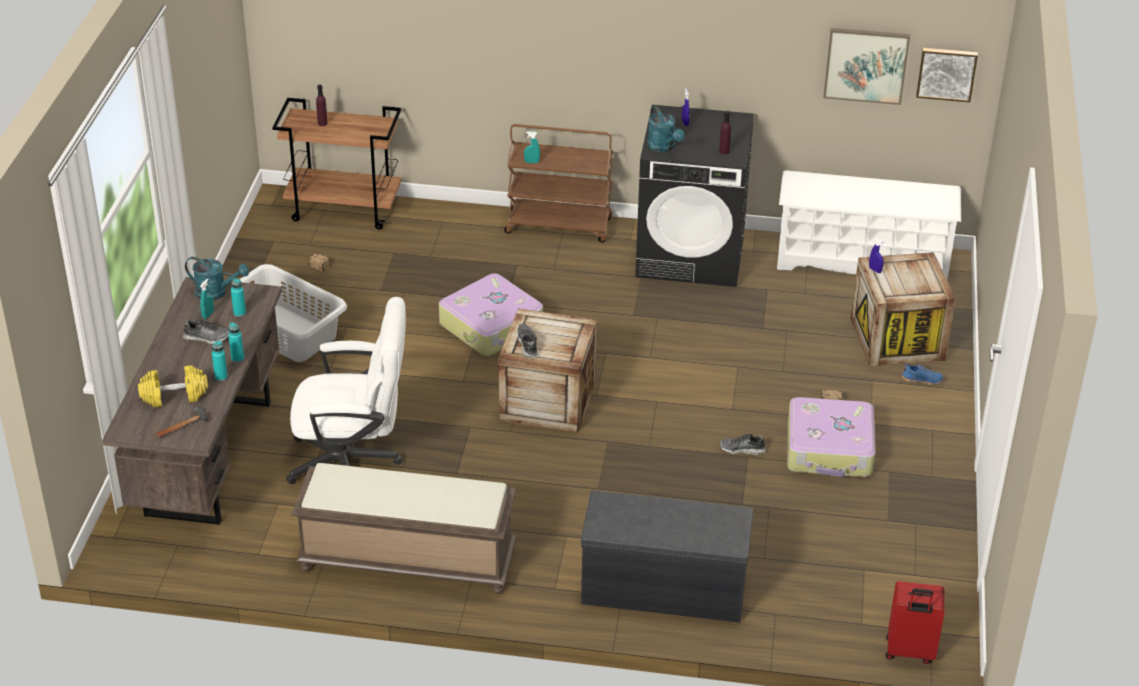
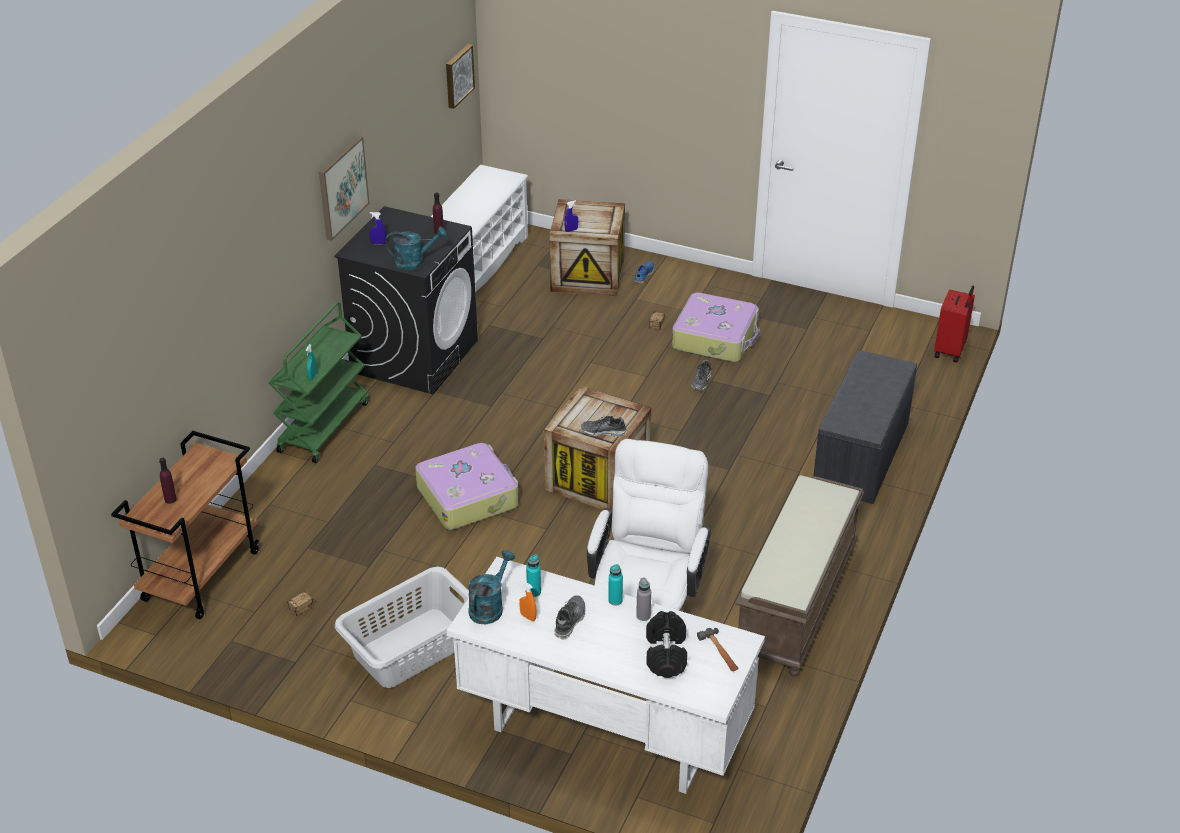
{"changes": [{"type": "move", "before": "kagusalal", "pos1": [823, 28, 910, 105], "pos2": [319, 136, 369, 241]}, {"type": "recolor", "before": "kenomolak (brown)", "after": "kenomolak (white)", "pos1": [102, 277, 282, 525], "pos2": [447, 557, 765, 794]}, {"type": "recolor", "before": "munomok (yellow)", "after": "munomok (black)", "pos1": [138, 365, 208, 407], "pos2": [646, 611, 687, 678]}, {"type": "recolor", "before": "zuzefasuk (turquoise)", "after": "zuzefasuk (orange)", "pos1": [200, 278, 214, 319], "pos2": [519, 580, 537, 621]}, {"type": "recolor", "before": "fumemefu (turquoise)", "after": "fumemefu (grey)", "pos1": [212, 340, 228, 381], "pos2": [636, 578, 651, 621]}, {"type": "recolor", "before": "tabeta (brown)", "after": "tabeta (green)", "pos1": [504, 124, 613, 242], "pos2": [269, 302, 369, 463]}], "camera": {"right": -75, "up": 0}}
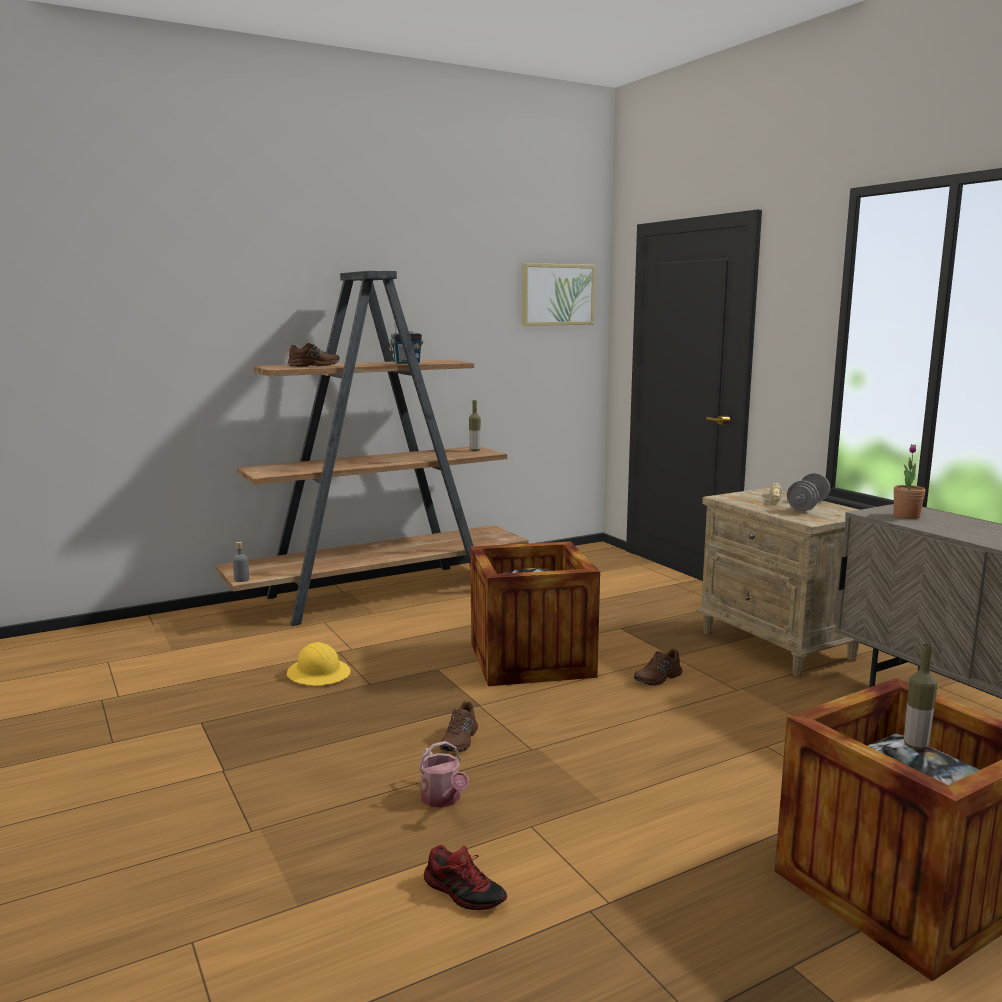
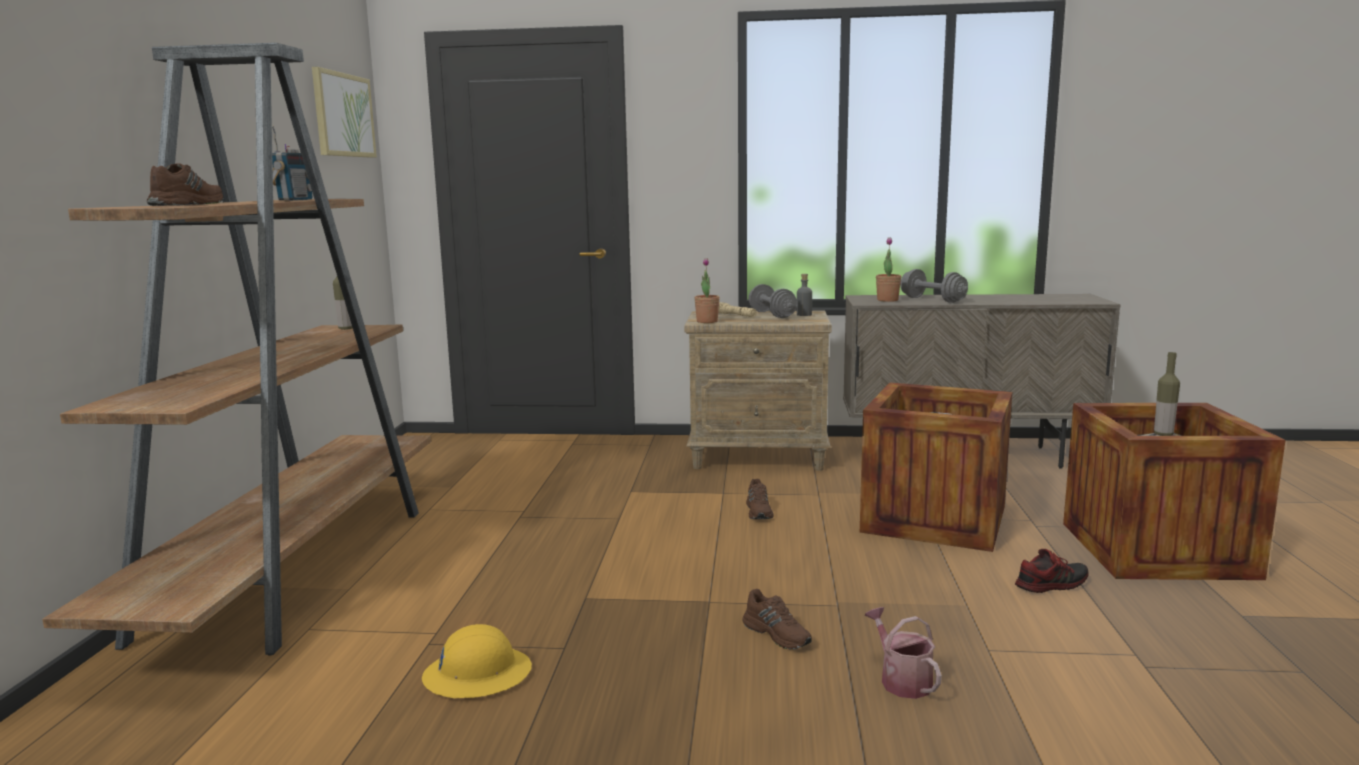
{"changes": [{"type": "insert", "after": "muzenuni", "pos2": [694, 258, 720, 323]}, {"type": "insert", "after": "munomok (grey)", "pos2": [900, 269, 968, 303]}, {"type": "move", "before": "fumemefu (grey)", "pos1": [233, 542, 249, 582], "pos2": [797, 274, 812, 316]}, {"type": "move", "before": "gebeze", "pos1": [424, 845, 507, 910], "pos2": [1015, 549, 1088, 593]}, {"type": "move", "before": "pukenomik", "pos1": [470, 541, 600, 686], "pos2": [860, 383, 1012, 552]}, {"type": "rotate", "before": "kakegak", "pos1": [419, 741, 469, 808], "pos2": [865, 607, 942, 699], "turn": -120}], "camera": {"right": -55, "up": 0}}
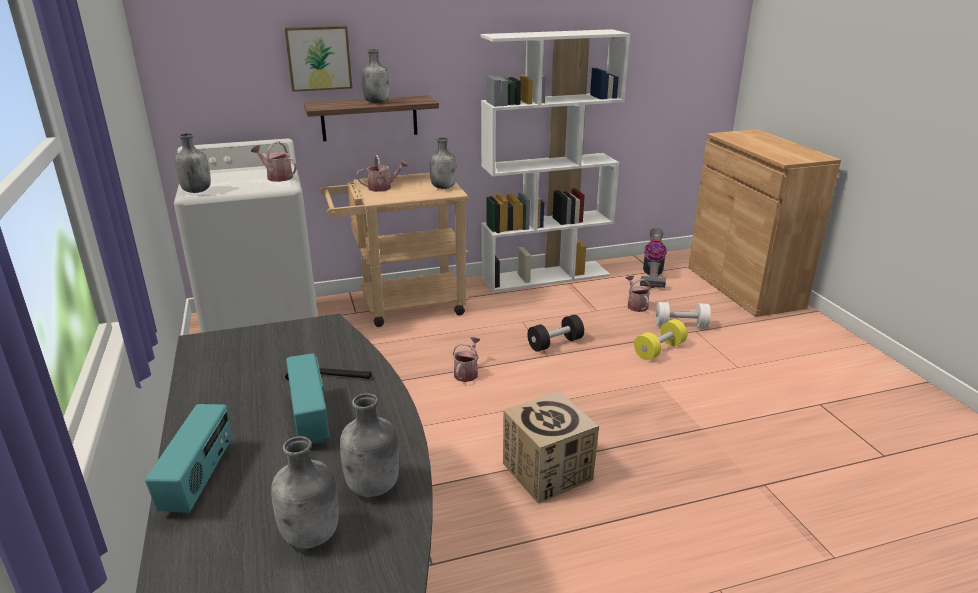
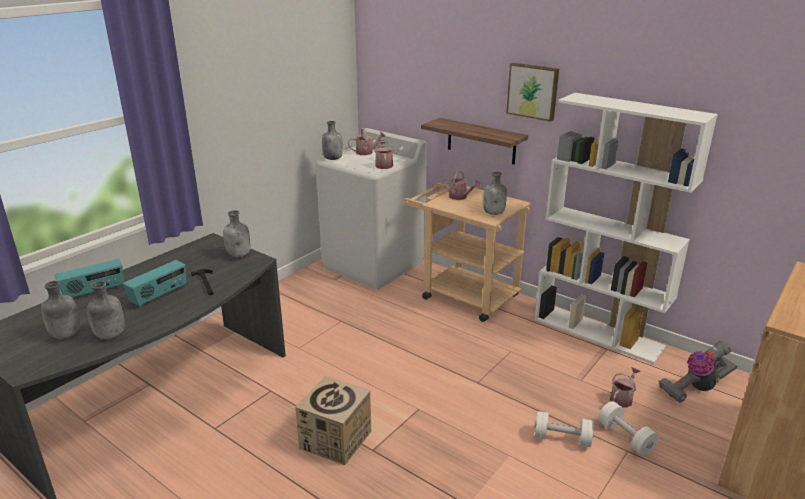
{"changes": [{"type": "delete", "before": "munomok (black)", "pos1": [527, 315, 584, 352]}, {"type": "move", "before": "kagusalal", "pos1": [285, 26, 352, 92], "pos2": [506, 63, 559, 122]}, {"type": "move", "before": "fumemefu (grey)", "pos1": [361, 49, 389, 103], "pos2": [223, 210, 250, 258]}, {"type": "move", "before": "kakegak", "pos1": [452, 337, 481, 382], "pos2": [348, 128, 386, 155]}, {"type": "recolor", "before": "munomok (yellow)", "after": "munomok (white)", "pos1": [634, 319, 687, 360], "pos2": [535, 411, 594, 447]}], "camera": {"right": 55, "up": 0}}
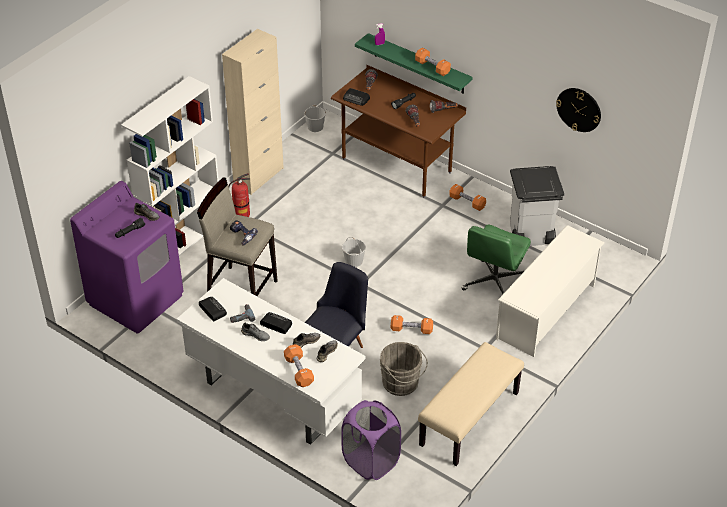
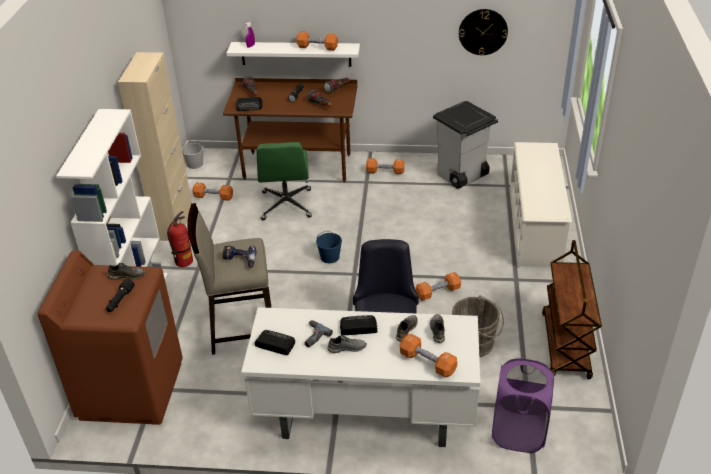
{"changes": [{"type": "insert", "after": "munomok (orange)", "pos2": [192, 182, 233, 201]}, {"type": "move", "before": "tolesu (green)", "pos1": [461, 225, 531, 294], "pos2": [257, 142, 312, 220]}, {"type": "replace", "before": "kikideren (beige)", "after": "tabeta (brown)", "pos1": [418, 342, 524, 466], "pos2": [542, 240, 602, 379]}, {"type": "recolor", "before": "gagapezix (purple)", "after": "gagapezix (brown)", "pos1": [70, 181, 184, 334], "pos2": [38, 250, 183, 425]}, {"type": "recolor", "before": "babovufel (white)", "after": "babovufel (blue)", "pos1": [342, 237, 366, 267], "pos2": [316, 231, 342, 263]}, {"type": "recolor", "before": "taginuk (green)", "after": "taginuk (white)", "pos1": [355, 33, 473, 94], "pos2": [226, 42, 360, 66]}], "camera": {"right": -30, "up": -5}}
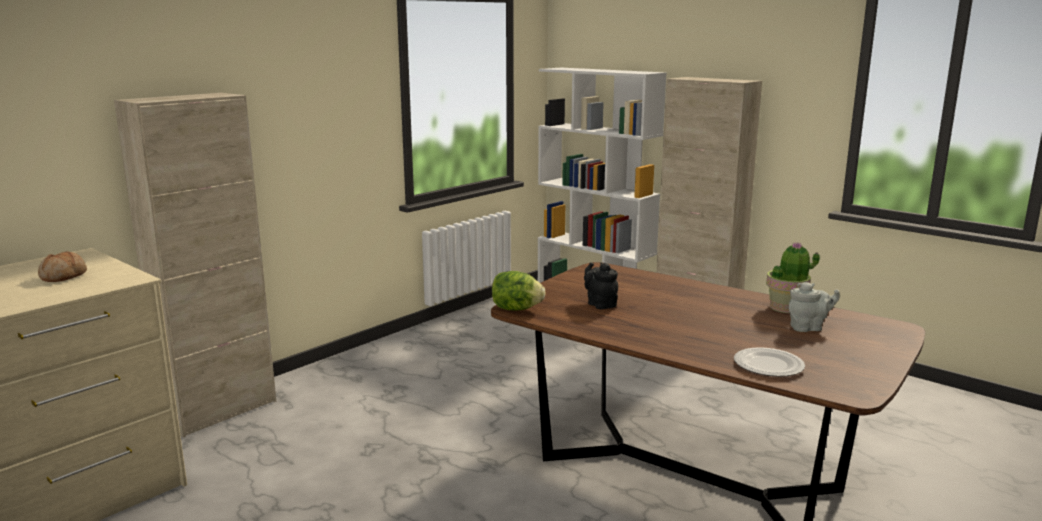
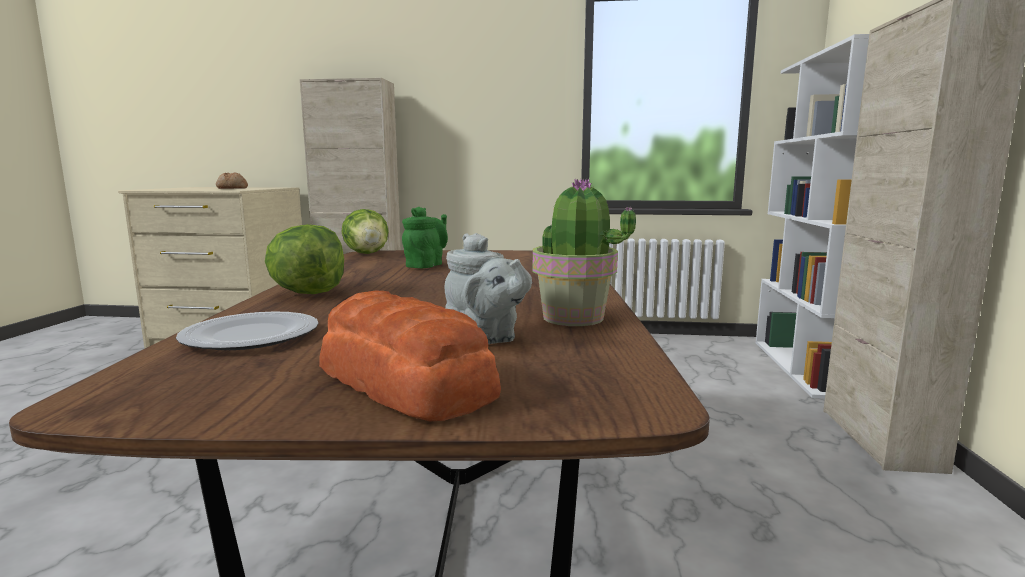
{"changes": [{"type": "insert", "after": "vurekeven", "pos2": [265, 224, 344, 294]}, {"type": "insert", "after": "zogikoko", "pos2": [319, 291, 501, 421]}, {"type": "recolor", "before": "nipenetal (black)", "after": "nipenetal (green)", "pos1": [584, 262, 618, 309], "pos2": [402, 207, 448, 268]}], "camera": {"right": 55, "up": -5}}
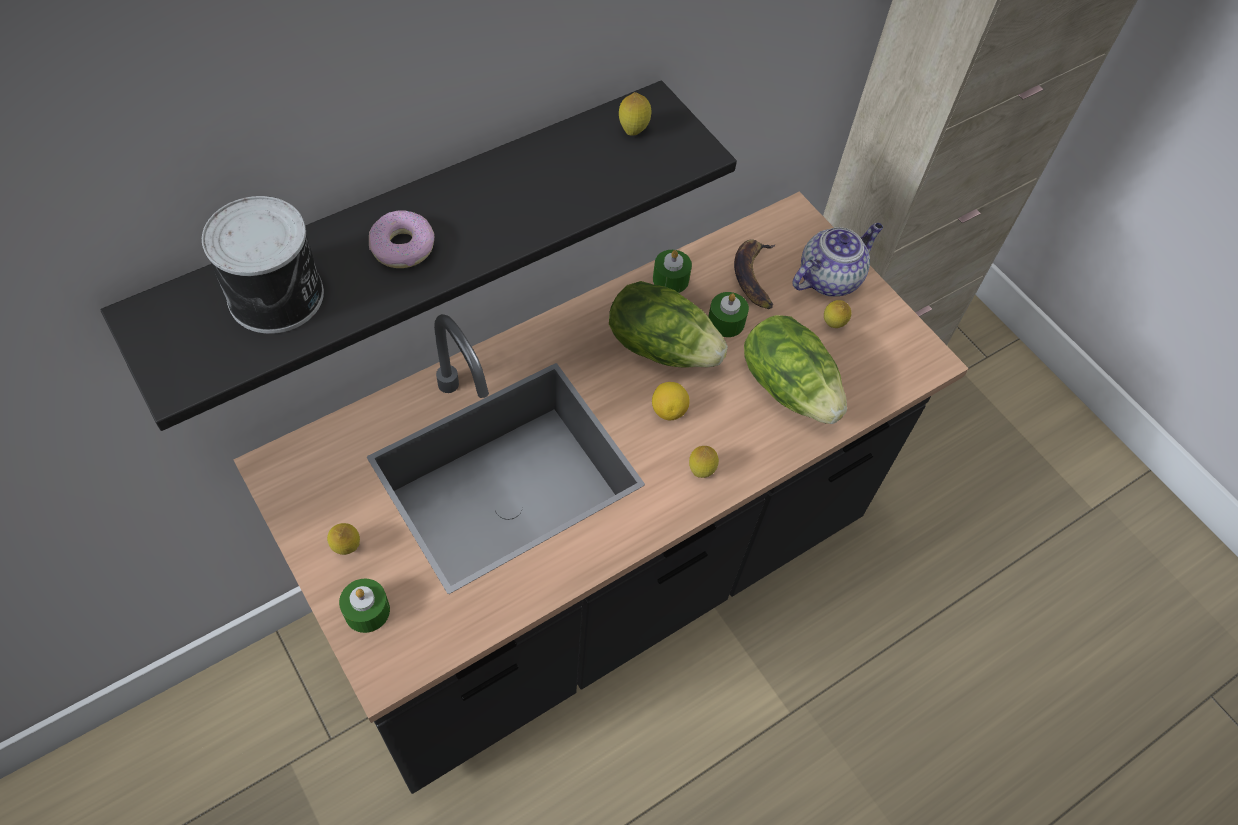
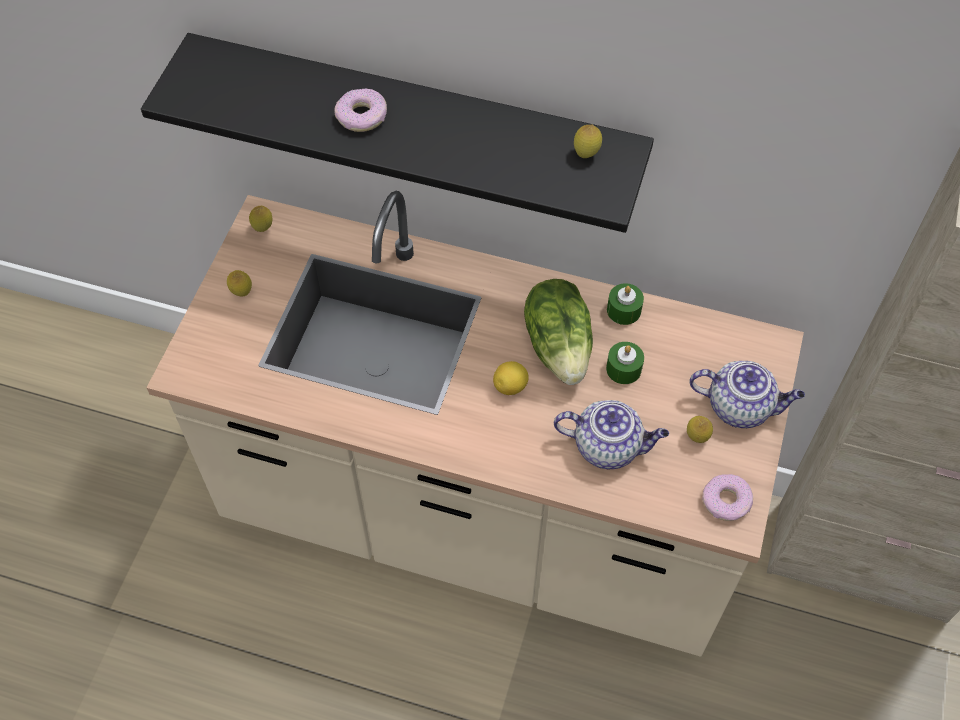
{"changes": [{"type": "delete", "before": "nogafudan", "pos1": [202, 196, 324, 334]}, {"type": "delete", "before": "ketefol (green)", "pos1": [339, 579, 390, 633]}, {"type": "delete", "before": "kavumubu", "pos1": [734, 239, 775, 309]}, {"type": "insert", "after": "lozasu", "pos2": [702, 474, 753, 521]}, {"type": "move", "before": "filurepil", "pos1": [689, 446, 719, 478], "pos2": [249, 206, 272, 232]}, {"type": "replace", "before": "vurekeven", "after": "nipenetal", "pos1": [744, 315, 847, 424], "pos2": [554, 400, 669, 469]}, {"type": "recolor", "before": "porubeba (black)", "after": "porubeba (beige)", "pos1": [233, 192, 969, 794], "pos2": [146, 191, 804, 657]}], "camera": {"right": 55, "up": 0}}
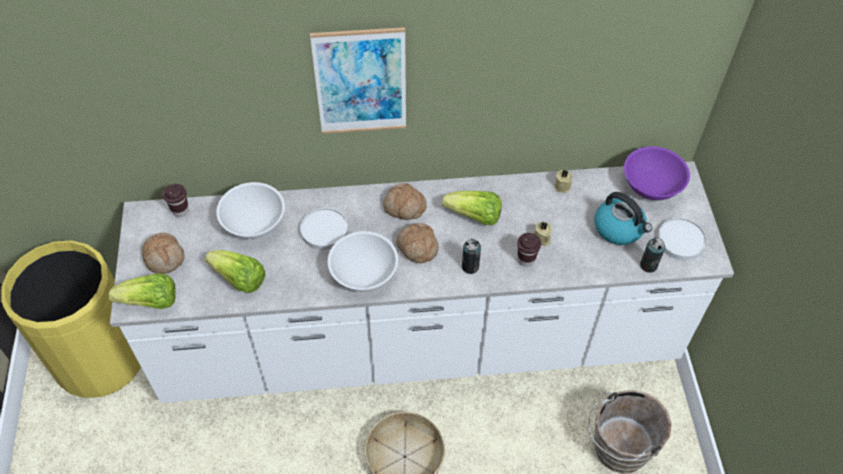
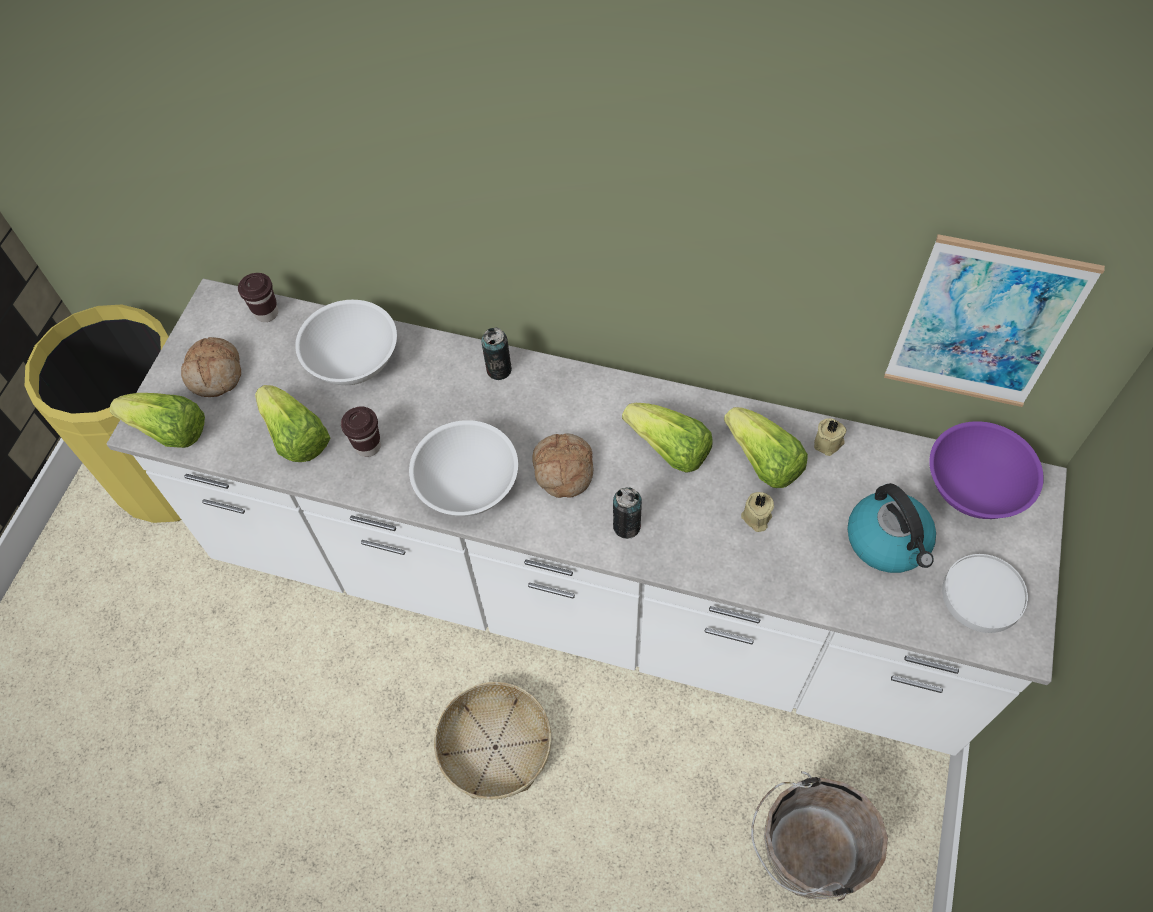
{"changes": [{"type": "delete", "before": "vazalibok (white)", "pos1": [300, 208, 348, 250]}, {"type": "delete", "before": "zogikoko", "pos1": [383, 183, 427, 220]}, {"type": "insert", "after": "vurekeven", "pos2": [724, 407, 808, 488]}, {"type": "move", "before": "kagusalal", "pos1": [310, 27, 406, 134], "pos2": [884, 234, 1105, 407]}, {"type": "move", "before": "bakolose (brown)", "pos1": [517, 233, 541, 267], "pos2": [341, 407, 381, 457]}, {"type": "move", "before": "nogafudan", "pos1": [640, 237, 665, 273], "pos2": [481, 328, 512, 380]}], "camera": {"right": 25, "up": 5}}
